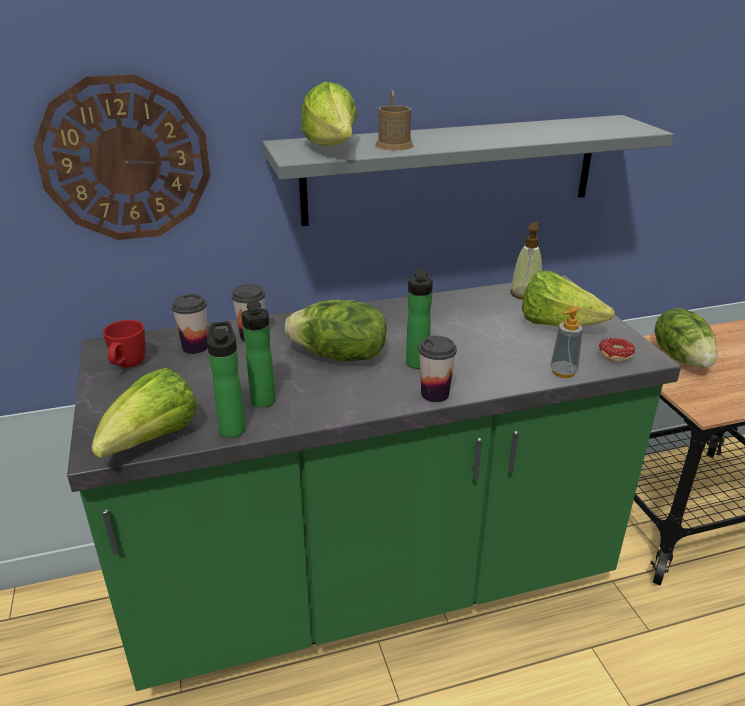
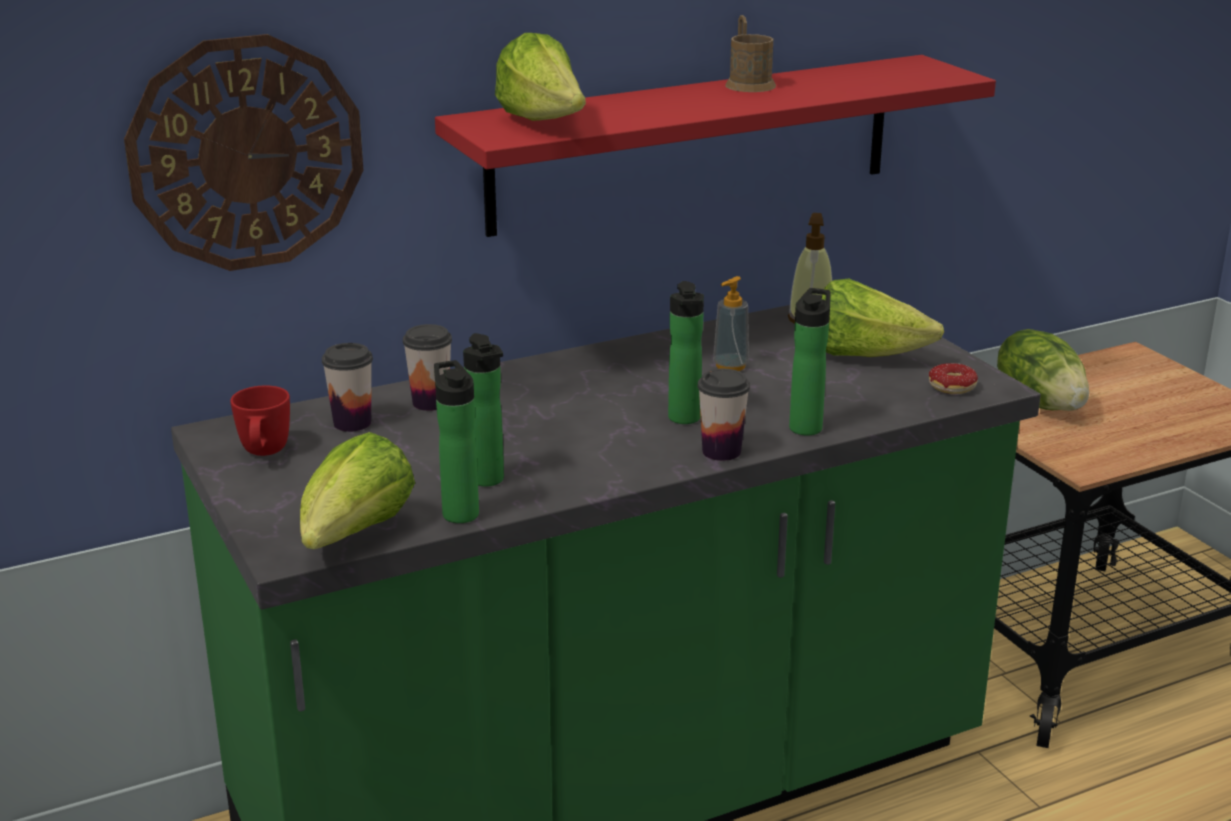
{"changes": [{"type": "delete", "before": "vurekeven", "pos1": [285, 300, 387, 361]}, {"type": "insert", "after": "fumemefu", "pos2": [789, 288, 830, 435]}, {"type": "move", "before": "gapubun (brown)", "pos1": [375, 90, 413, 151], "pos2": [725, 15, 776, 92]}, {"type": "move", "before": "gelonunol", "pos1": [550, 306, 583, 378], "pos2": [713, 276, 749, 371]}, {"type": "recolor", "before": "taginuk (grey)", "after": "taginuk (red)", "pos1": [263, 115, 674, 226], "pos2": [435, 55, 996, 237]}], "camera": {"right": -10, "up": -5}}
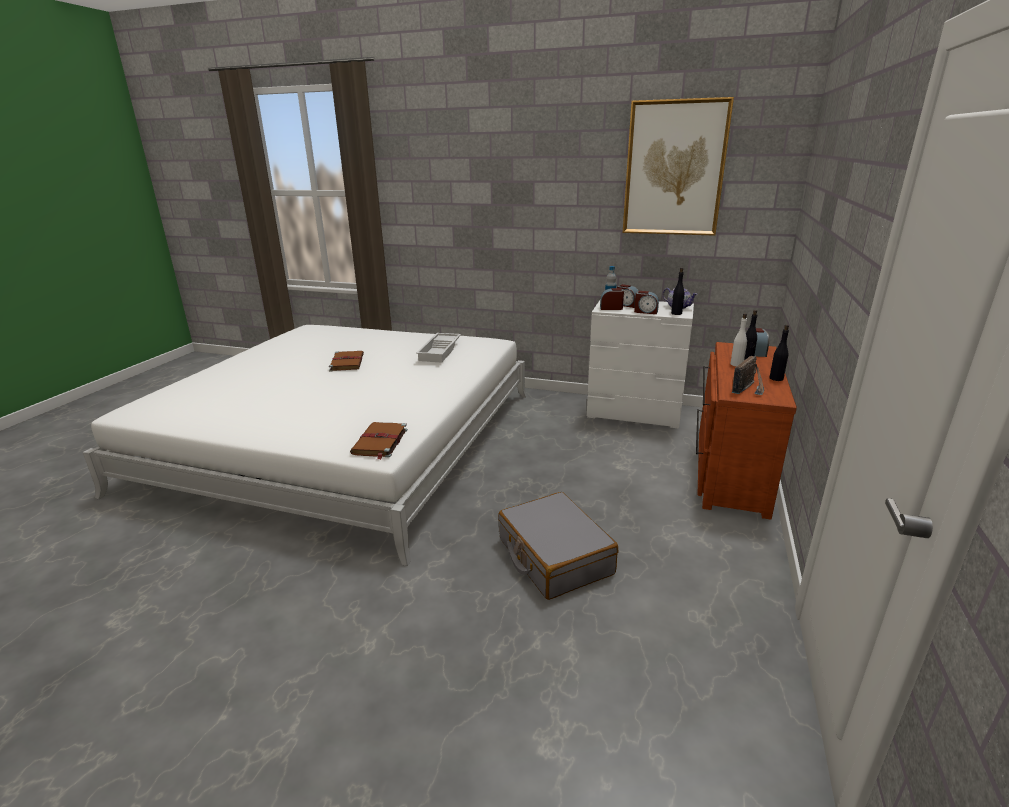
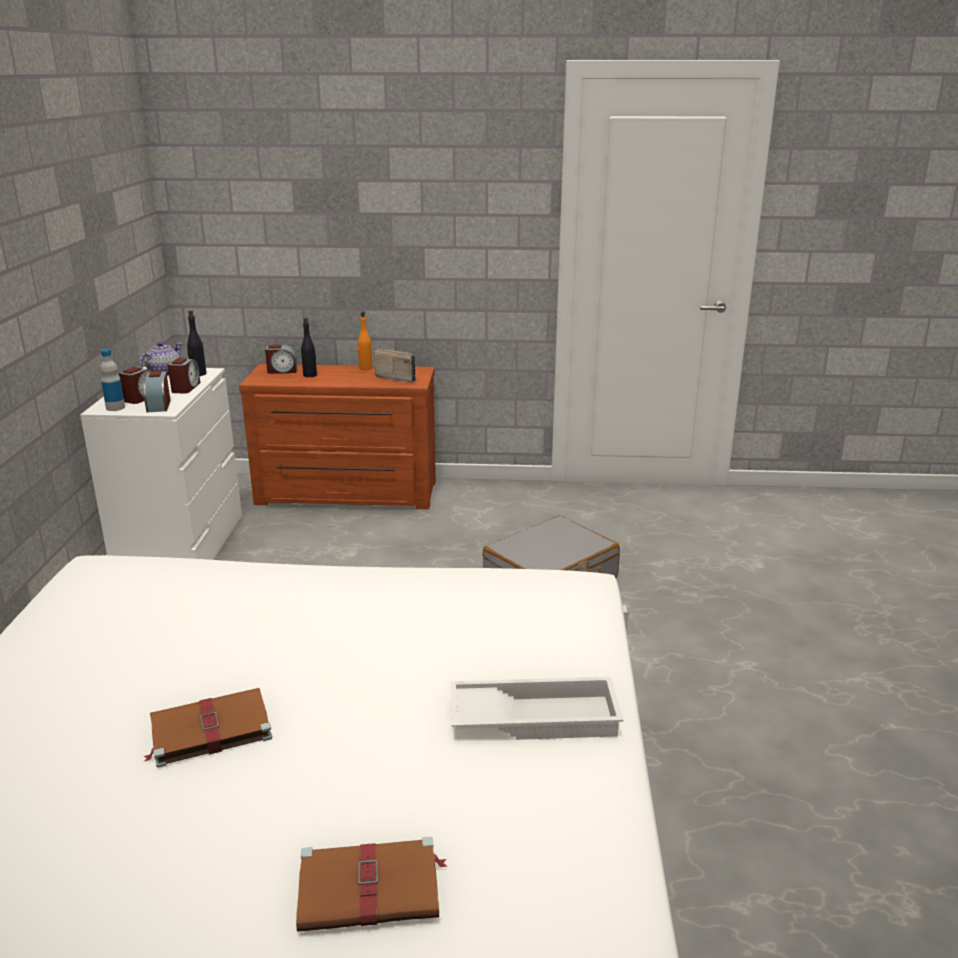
{"changes": [{"type": "delete", "before": "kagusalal", "pos1": [623, 97, 734, 236]}, {"type": "delete", "before": "fumemefu (white)", "pos1": [730, 313, 747, 366]}, {"type": "move", "before": "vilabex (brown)", "pos1": [350, 422, 407, 460], "pos2": [296, 837, 448, 932]}, {"type": "move", "before": "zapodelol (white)", "pos1": [416, 333, 461, 363], "pos2": [450, 677, 623, 740]}, {"type": "recolor", "before": "fumemefu (black)", "after": "fumemefu (orange)", "pos1": [769, 325, 789, 381], "pos2": [357, 312, 373, 370]}], "camera": {"right": -105, "up": 0}}
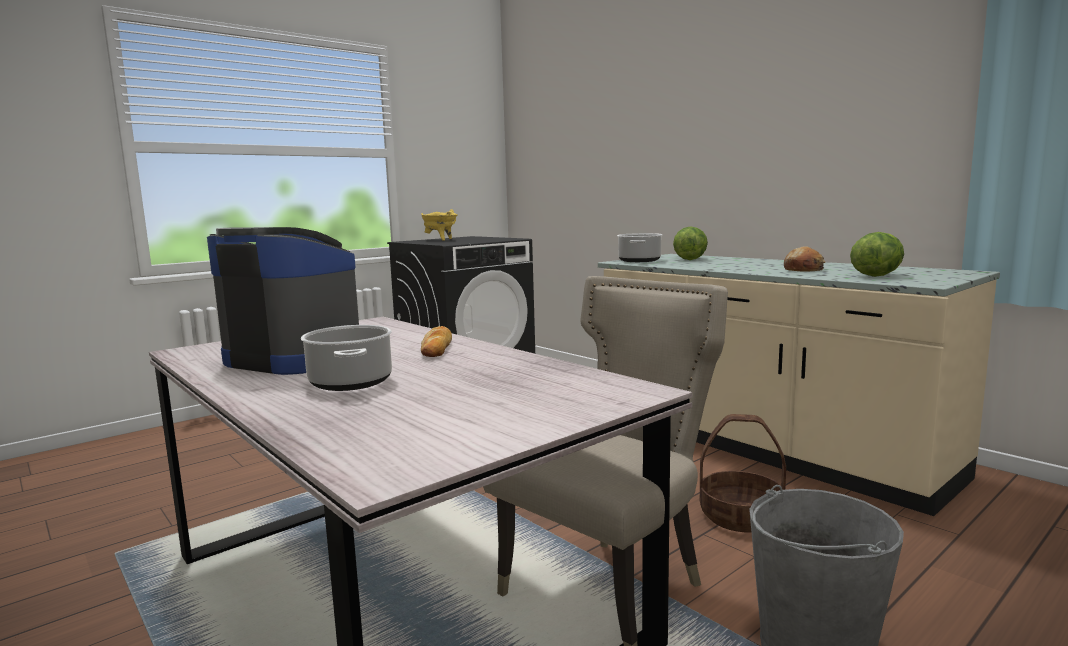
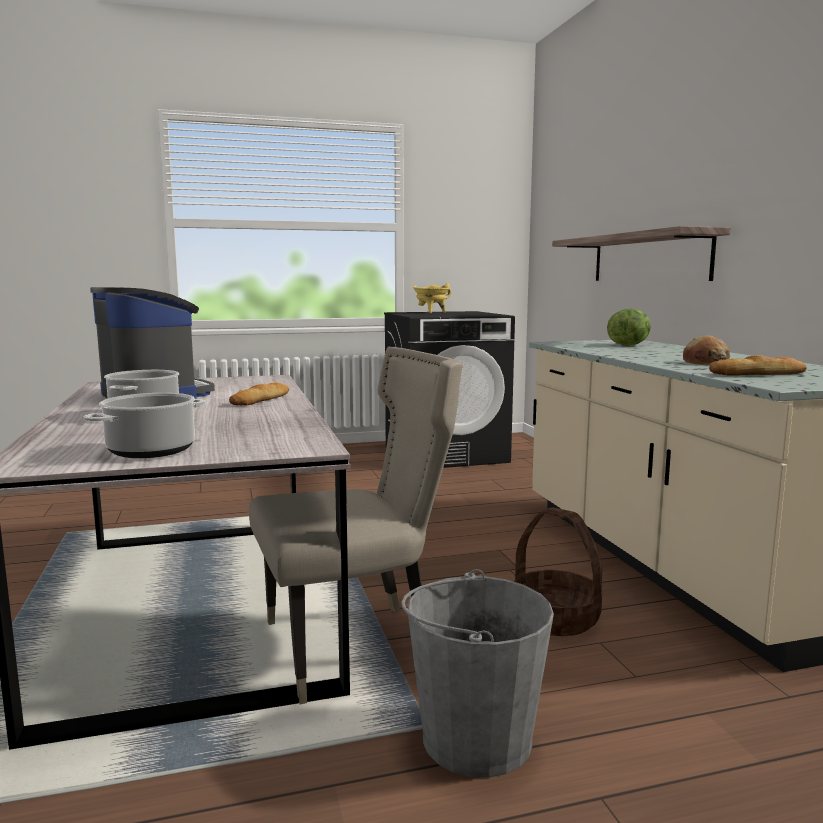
{"changes": [{"type": "insert", "after": "taginuk", "pos2": [552, 226, 731, 281]}, {"type": "move", "before": "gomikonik", "pos1": [617, 233, 662, 262], "pos2": [84, 393, 206, 458]}, {"type": "replace", "before": "vurekeven", "after": "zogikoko", "pos1": [850, 232, 904, 277], "pos2": [709, 355, 807, 376]}], "camera": {"right": 25, "up": 0}}
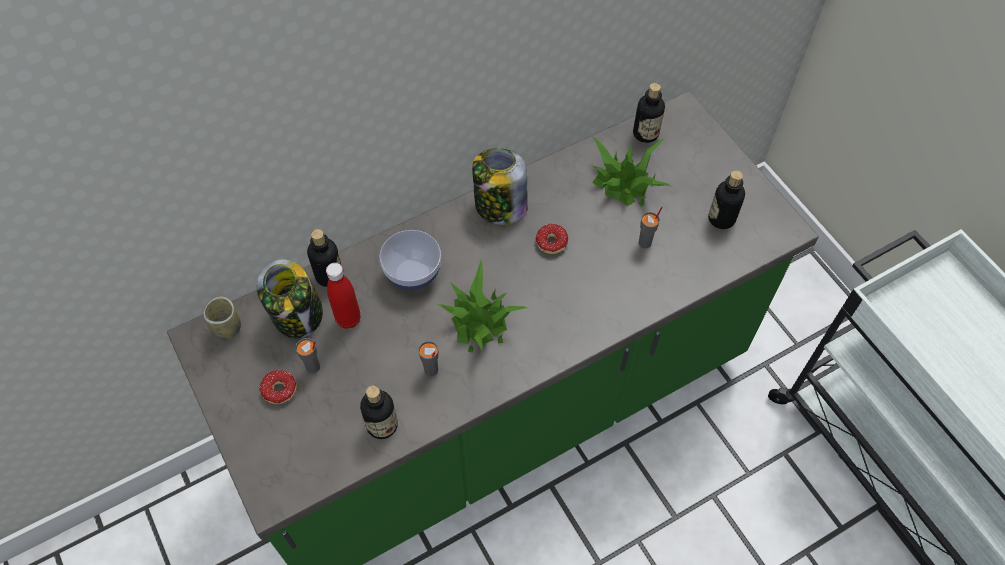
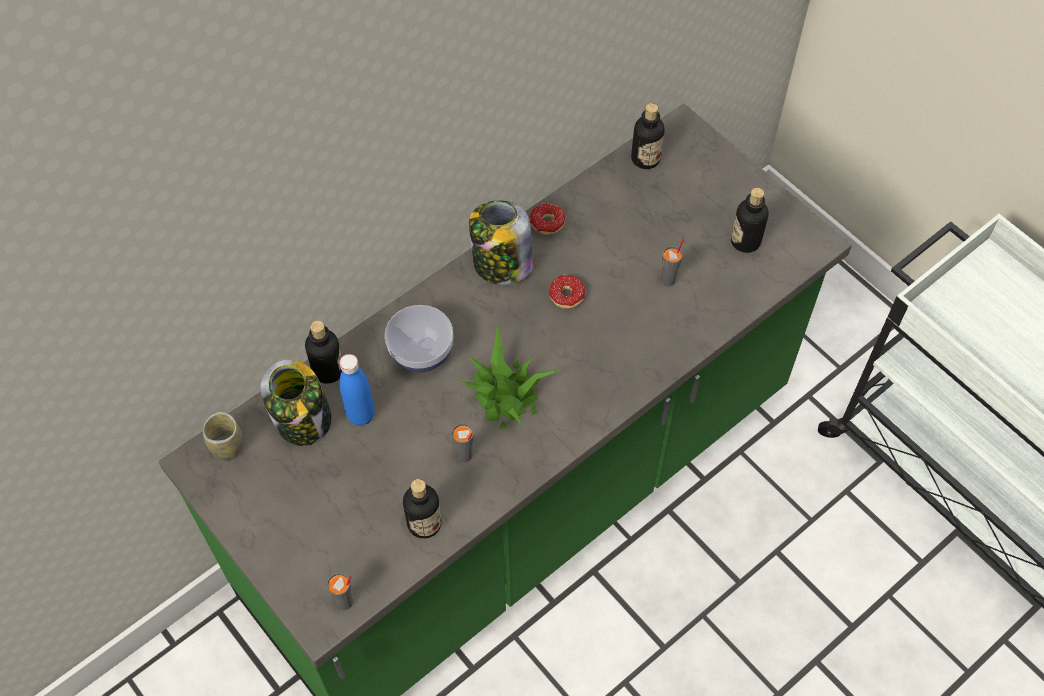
{"changes": [{"type": "delete", "before": "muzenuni", "pos1": [590, 137, 672, 207]}, {"type": "move", "before": "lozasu", "pos1": [259, 370, 297, 404], "pos2": [530, 204, 565, 235]}, {"type": "move", "before": "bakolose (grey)", "pos1": [295, 338, 320, 373], "pos2": [327, 573, 353, 610]}, {"type": "recolor", "before": "fumemefu (red)", "after": "fumemefu (blue)", "pos1": [326, 263, 361, 329], "pos2": [339, 354, 375, 426]}], "camera": {"right": -10, "up": 0}}
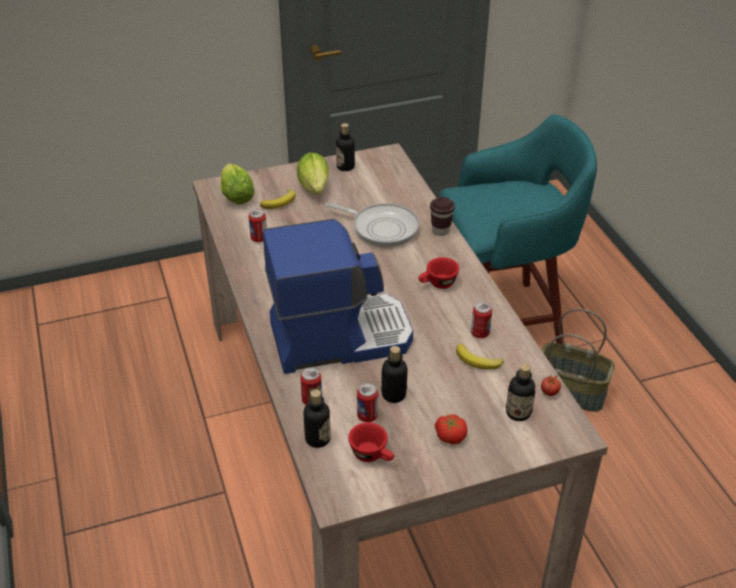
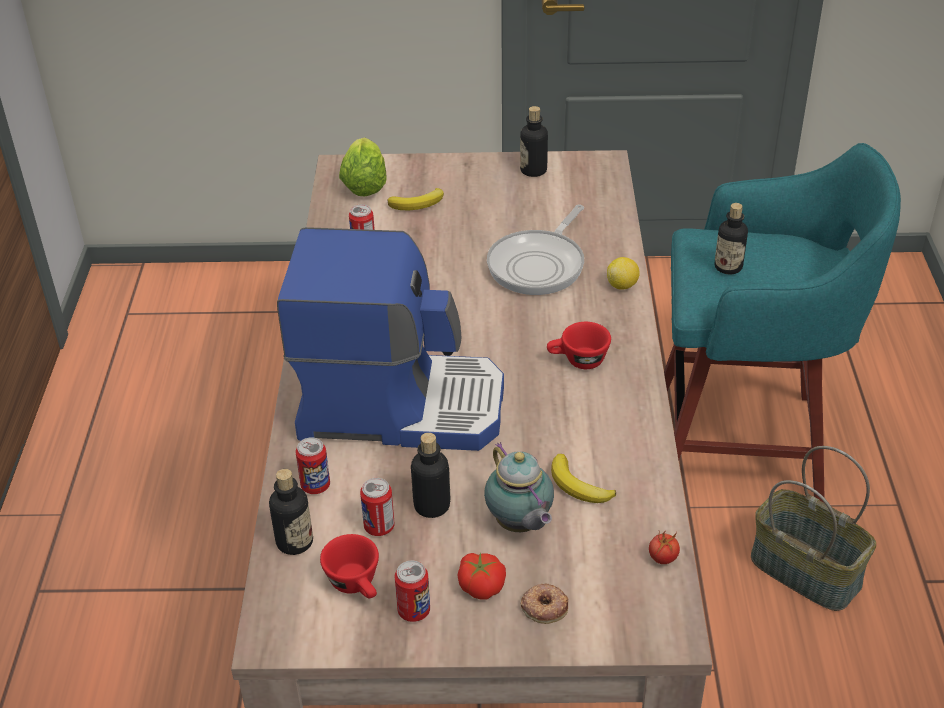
{"changes": [{"type": "delete", "before": "vurekeven", "pos1": [297, 152, 329, 194]}, {"type": "insert", "after": "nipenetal", "pos2": [484, 442, 554, 532]}, {"type": "insert", "after": "lozasu", "pos2": [521, 583, 568, 624]}, {"type": "move", "before": "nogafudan", "pos1": [471, 302, 492, 338], "pos2": [395, 560, 430, 622]}, {"type": "move", "before": "fumemefu", "pos1": [506, 364, 536, 421], "pos2": [715, 203, 748, 275]}, {"type": "replace", "before": "bakolose (brown)", "after": "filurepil", "pos1": [430, 197, 455, 236], "pos2": [607, 257, 640, 290]}, {"type": "rotate", "before": "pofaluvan", "pos1": [325, 202, 419, 247], "pos2": [487, 204, 584, 295], "turn": 75}], "camera": {"right": 20, "up": 0}}
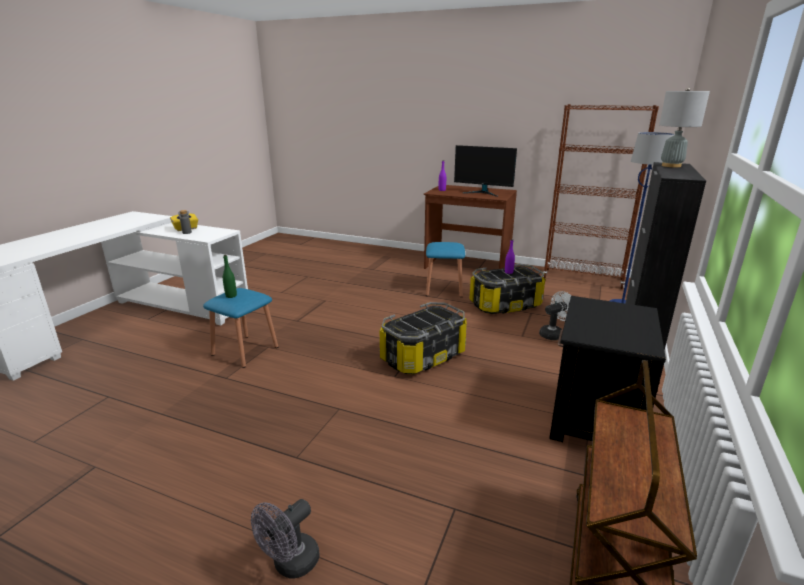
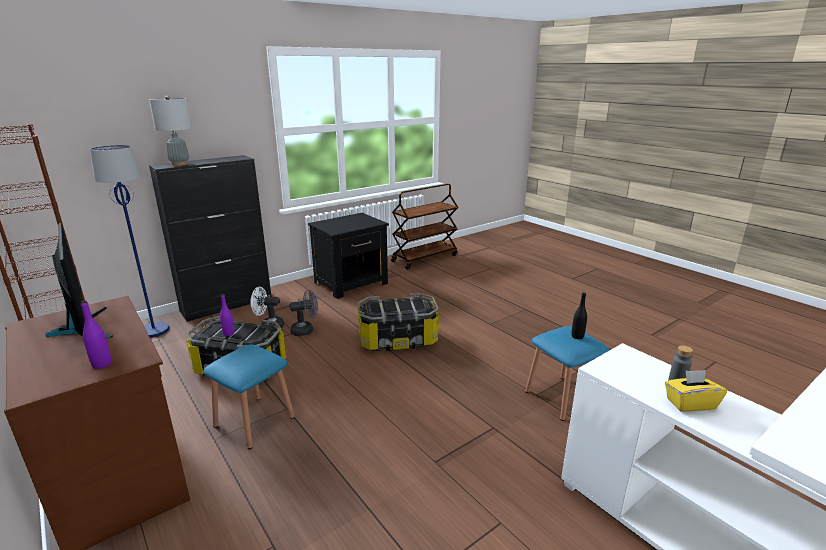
{"changes": [{"type": "move", "before": "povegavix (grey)", "pos1": [251, 499, 320, 579], "pos2": [289, 289, 318, 336]}, {"type": "recolor", "before": "fumemefu (green)", "after": "fumemefu (black)", "pos1": [223, 255, 237, 298], "pos2": [571, 292, 587, 339]}], "camera": {"right": -150, "up": 0}}
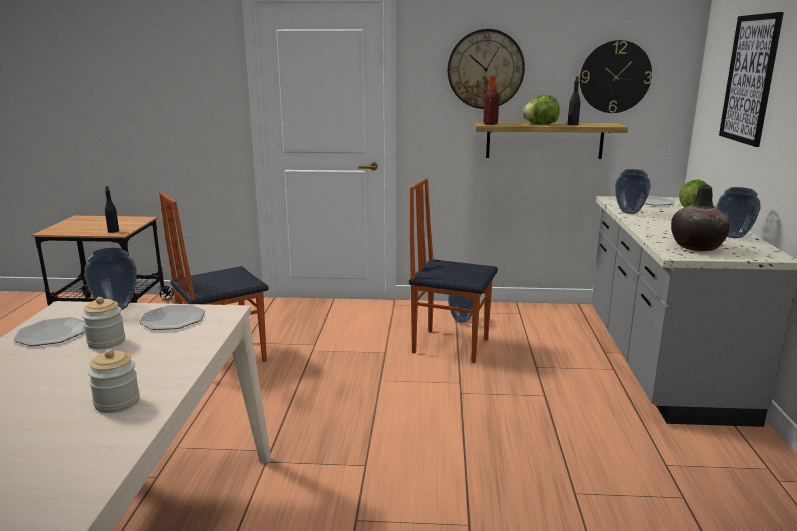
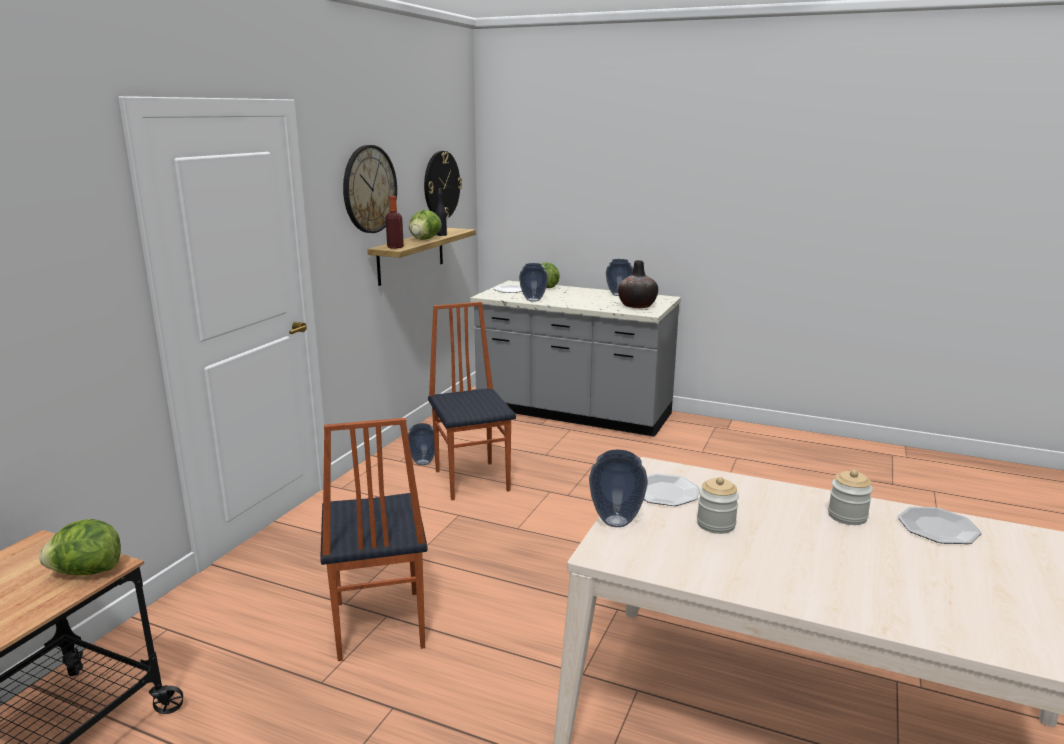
{"changes": [{"type": "delete", "before": "kagusalal", "pos1": [719, 12, 784, 147]}, {"type": "move", "before": "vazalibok", "pos1": [13, 317, 85, 346], "pos2": [897, 507, 982, 544]}, {"type": "replace", "before": "fumemefu (black)", "after": "vurekeven", "pos1": [105, 186, 119, 233], "pos2": [39, 519, 121, 575]}, {"type": "rotate", "before": "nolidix", "pos1": [409, 178, 498, 363], "pos2": [428, 302, 516, 500], "turn": 120}], "camera": {"right": -70, "up": 0}}
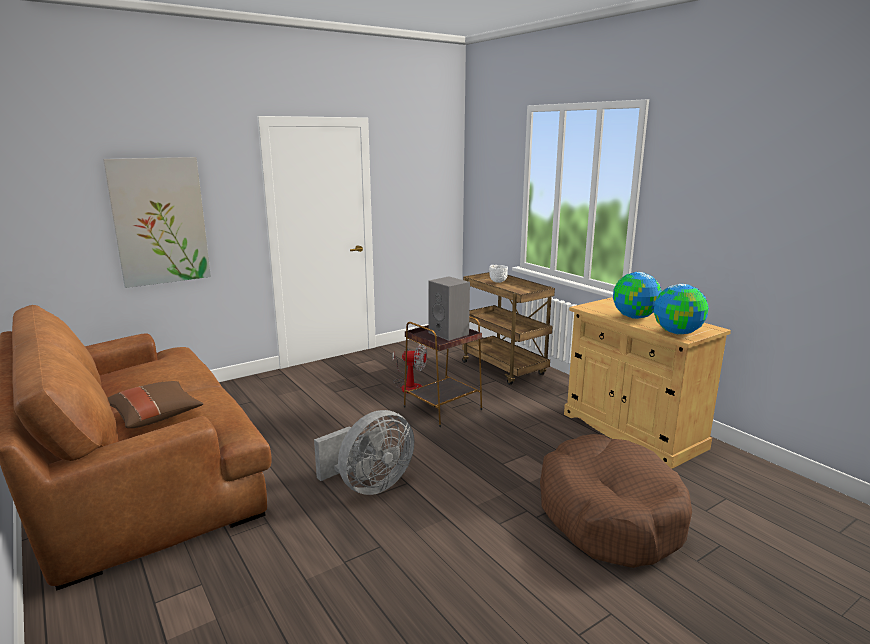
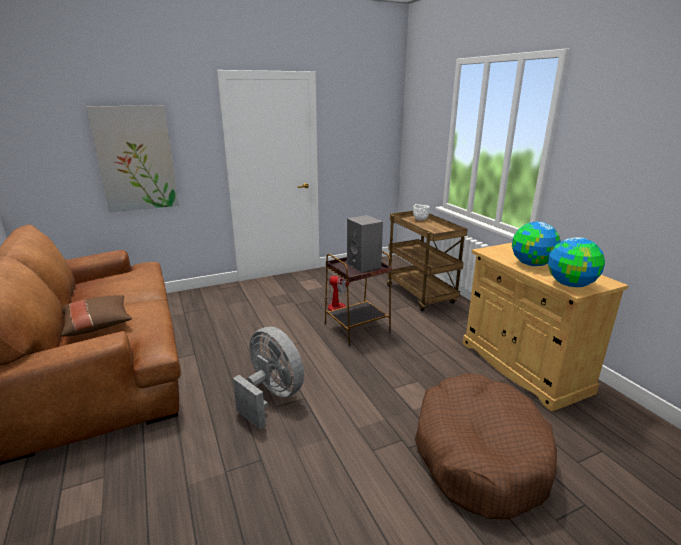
{"changes": [{"type": "rotate", "before": "povegavix (grey)", "pos1": [314, 410, 414, 495], "pos2": [233, 326, 304, 430], "turn": -105}], "camera": {"right": 10, "up": 5}}
